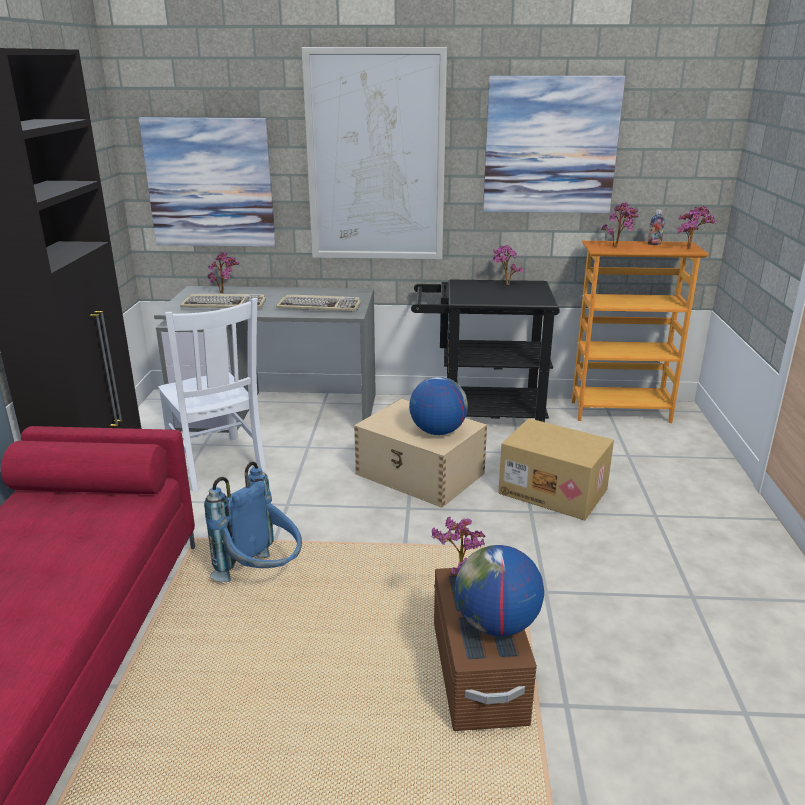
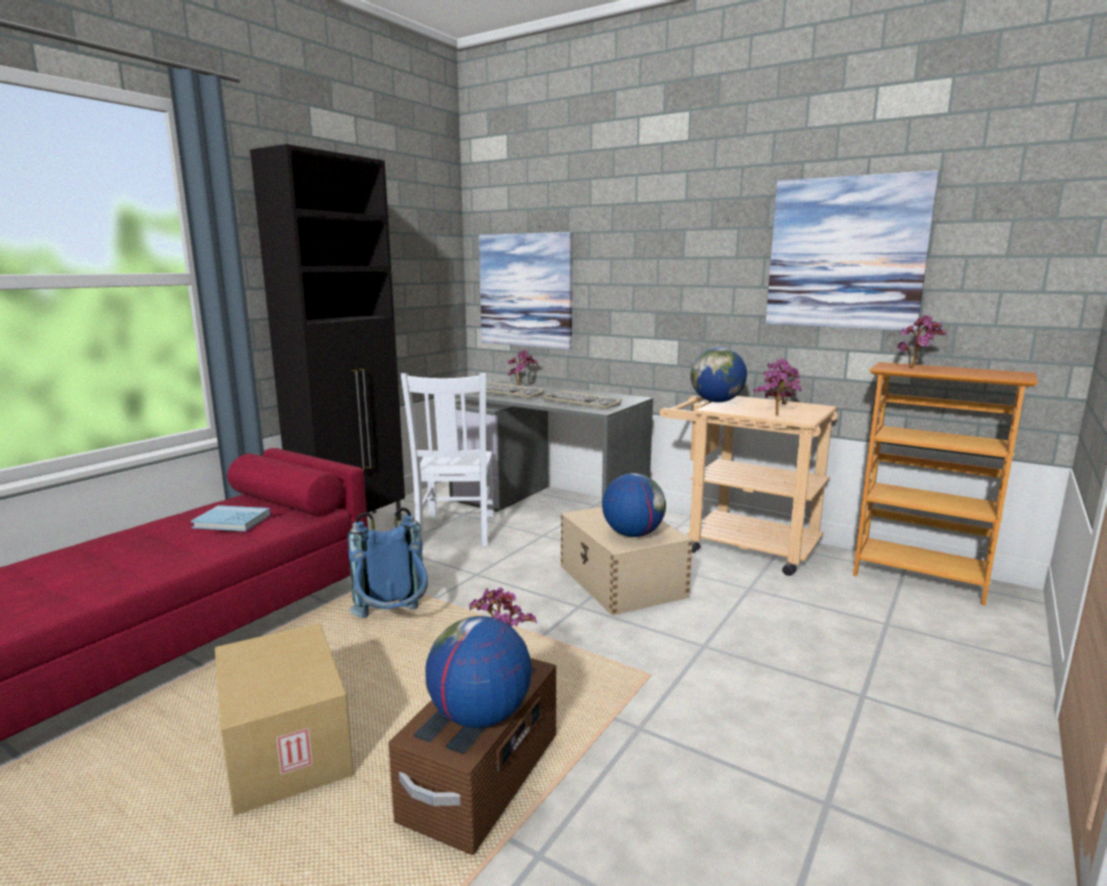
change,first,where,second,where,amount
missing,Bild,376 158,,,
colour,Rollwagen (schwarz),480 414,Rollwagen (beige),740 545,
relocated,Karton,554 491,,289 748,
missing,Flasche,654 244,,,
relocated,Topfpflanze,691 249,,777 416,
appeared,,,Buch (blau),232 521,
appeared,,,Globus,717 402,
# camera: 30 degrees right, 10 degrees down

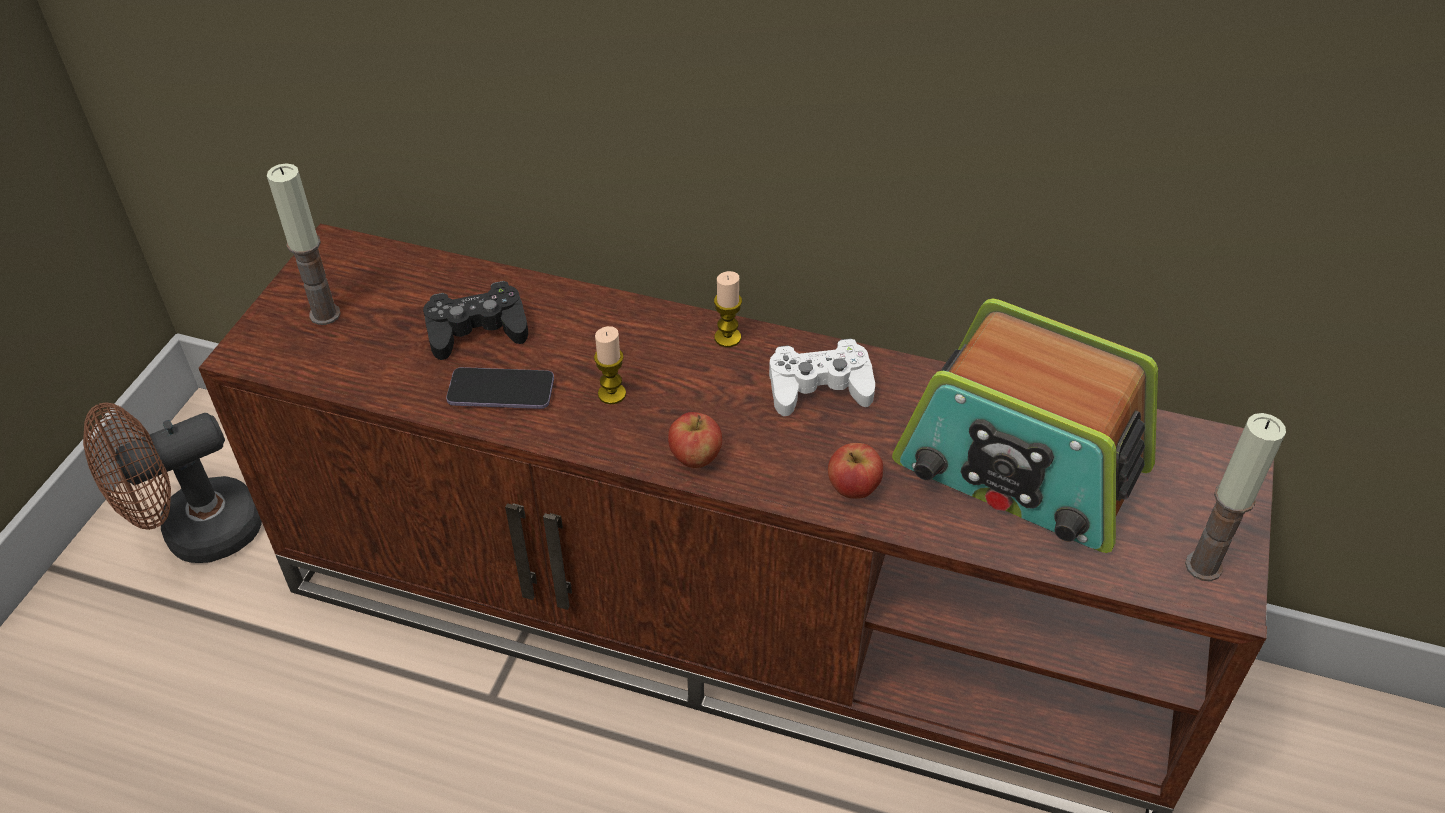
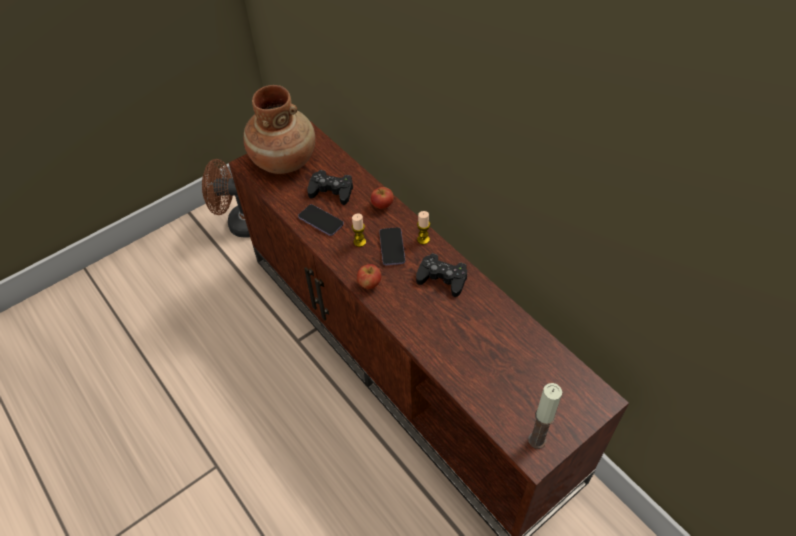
change,first,where,second,where,amount
exchanged,Kerze,325 314,Vase (braun),284 160,
colour,Gamepad (weiß),819 387,Gamepad (schwarz),442 278,
relocated,Apfel,853 488,,382 205,
missing,Radio,1020 468,,,
appeared,,,Handy,392 247,
# camera: 35 degrees right, 5 degrees up

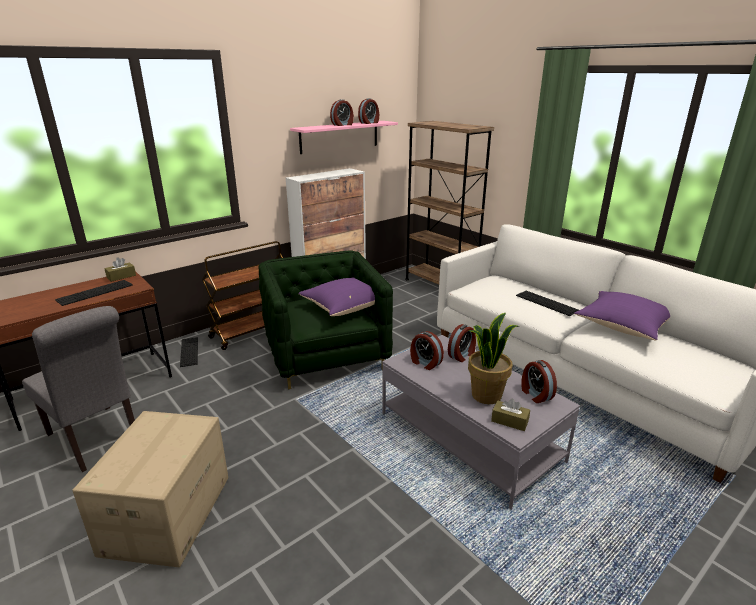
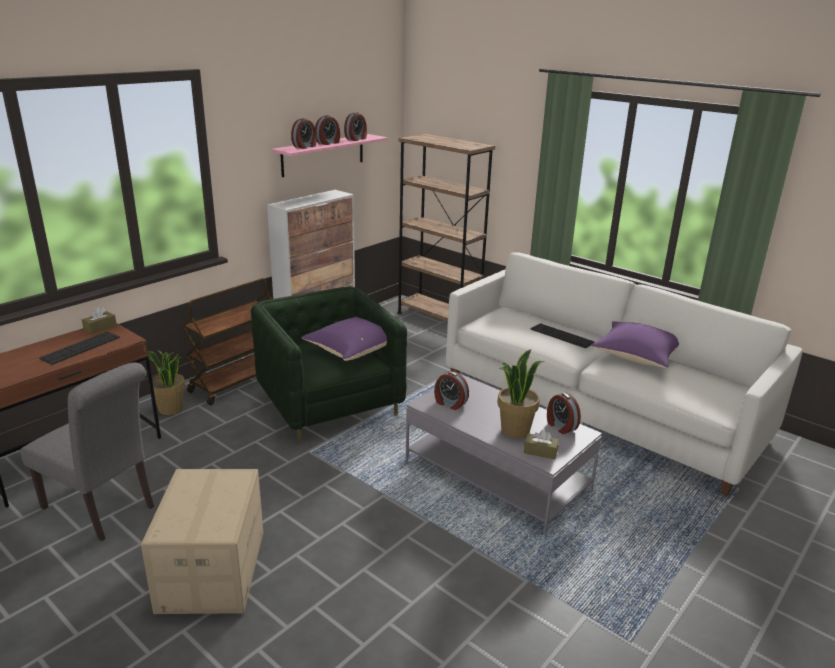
change,first,where,second,where,amount
exchanged,Tastatur,189 351,Topfpflanze,170 409,
relocated,Wecker,462 355,,305 146,
# camera: 10 degrees left, 0 degrees up

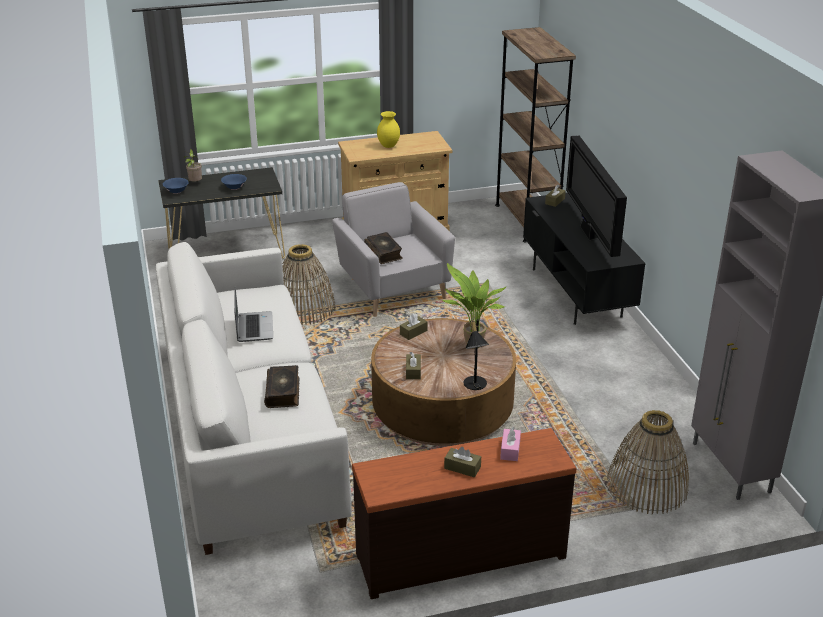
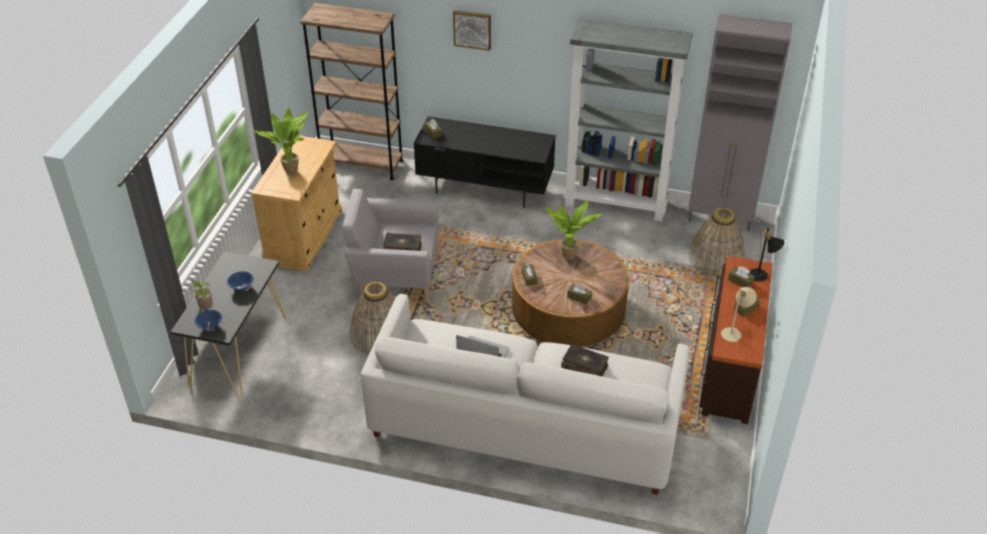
change,first,where,second,where,amount
exchanged,Vase (gelb),388 146,Topfpflanze,291 169,
relocated,Tischlampe (schwarz),475 386,,761 276,
colour,Taschentuchbox (rosa),510 450,Taschentuchbox (braun),740 281,
missing,Fernseher,589 234,,,
appeared,,,Bild,472 29,
appeared,,,Bücherregal (grau),616 203,
appeared,,,Tischlampe (beige),734 333,
# camera: 60 degrees left, 10 degrees up

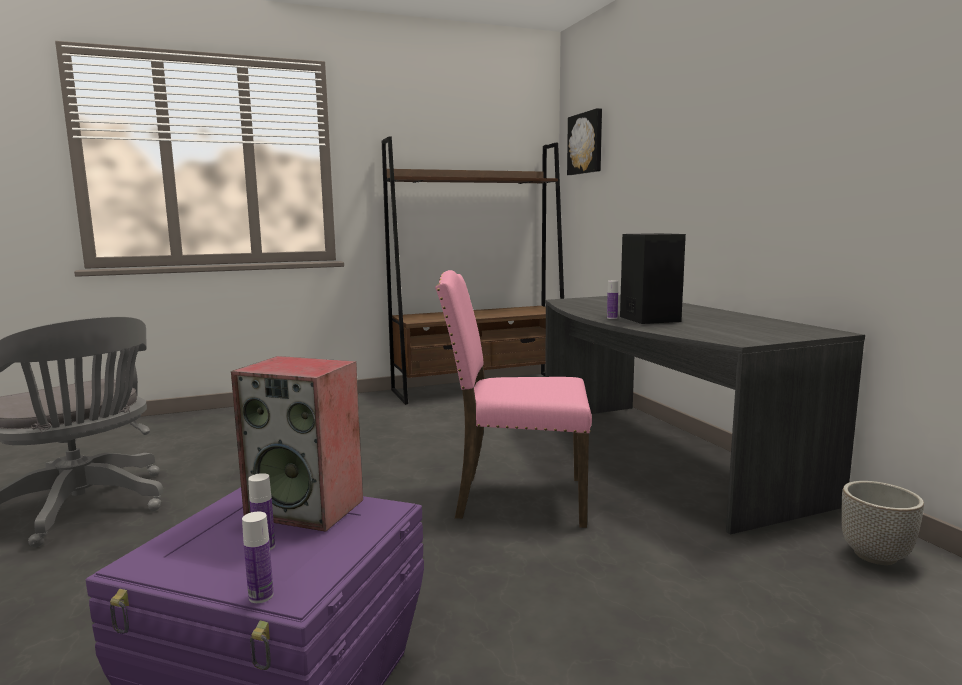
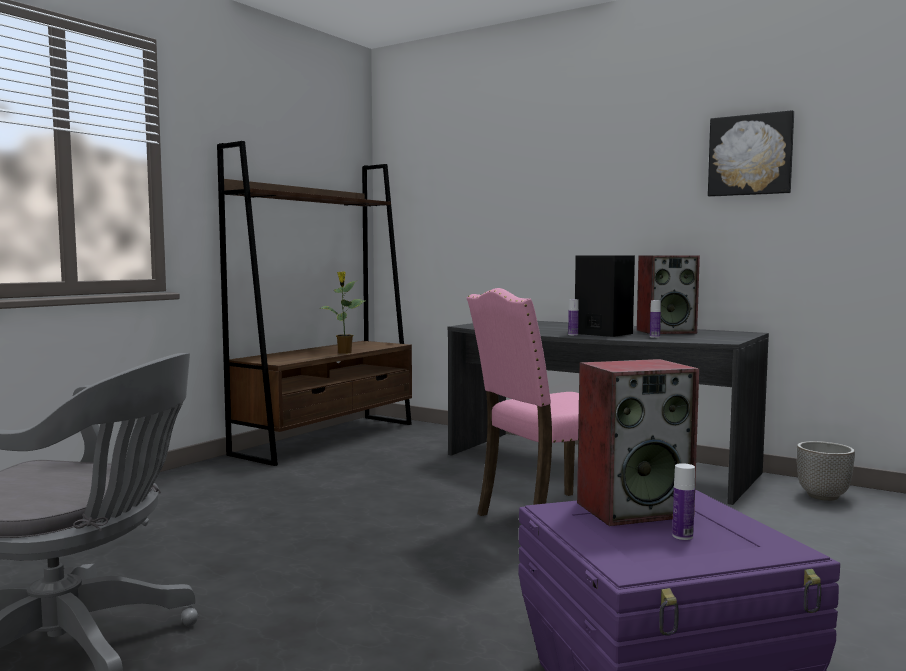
change,first,where,second,where,amount
relocated,Flasche,261 596,,654 337,
relocated,Bild,586 143,,750 155,
appeared,,,Topfpflanze,344 352,
appeared,,,Lautsprecher,666 331,
# camera: 35 degrees left, 5 degrees down

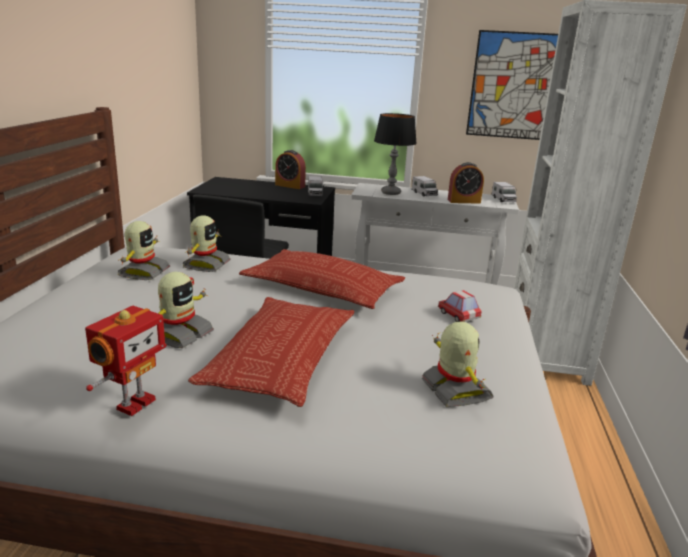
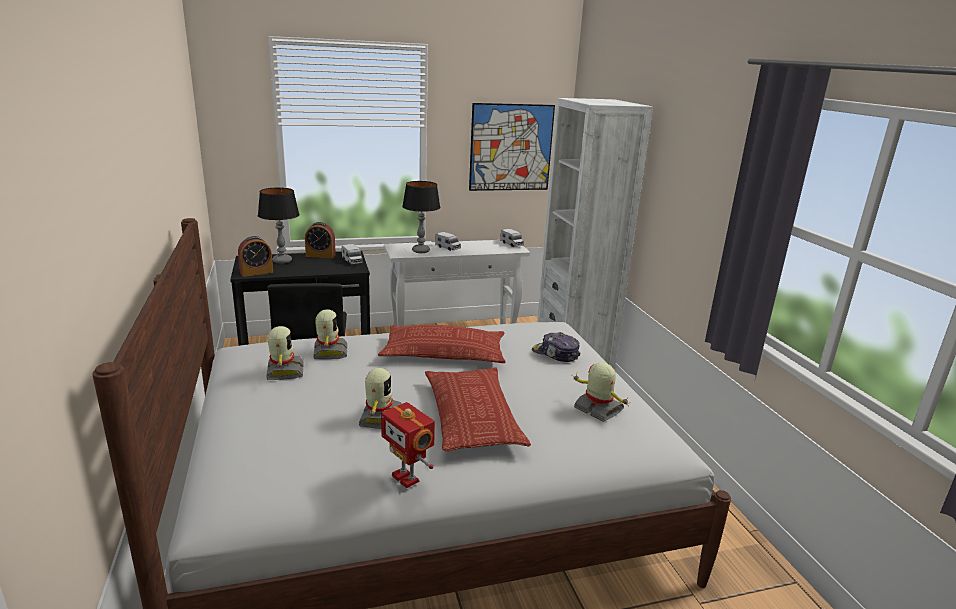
change,first,where,second,where,amount
spun,Spielzeugroboter,134 403,,407 478,135 degrees clockwise
exchanged,Spielzeugauto,458 316,Kappe,555 354,
relocated,Wecker,464 201,,256 272,
appeared,,,Tischlampe,282 261,
# camera: 25 degrees left, 0 degrees up

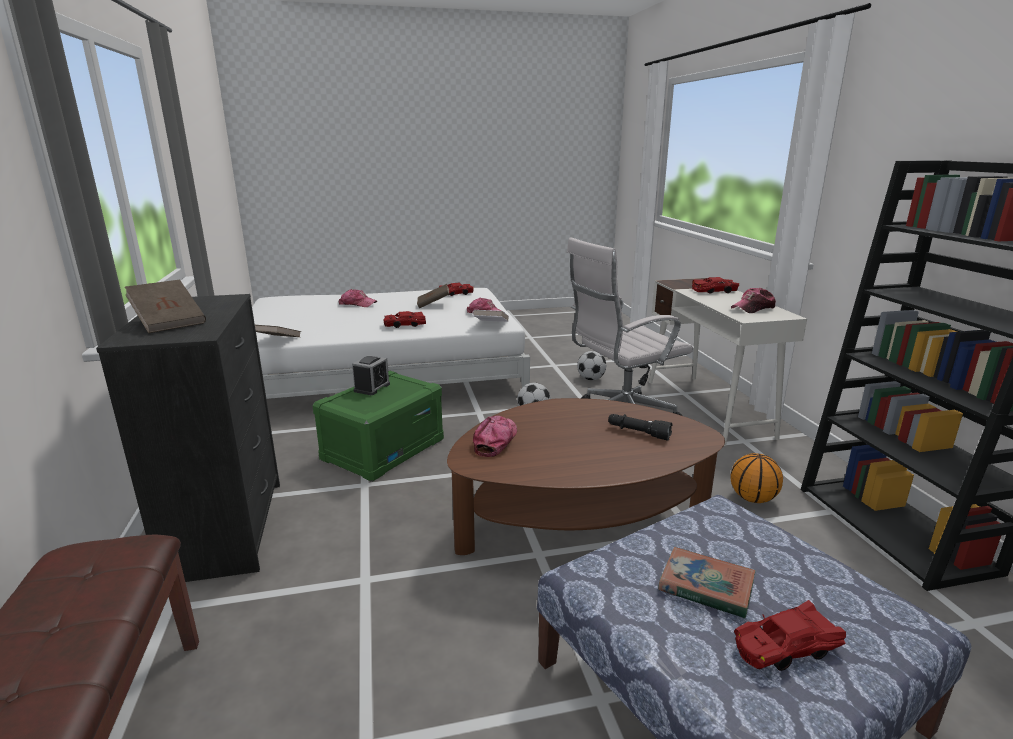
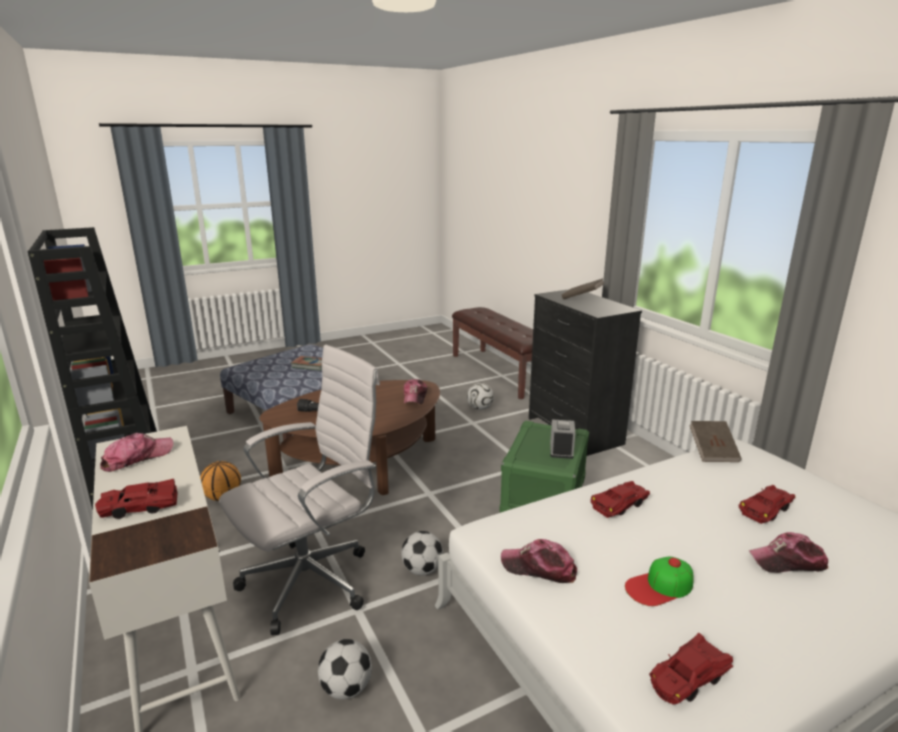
change,first,where,second,where,amount
exchanged,Buch (braun),433 304,Kappe,659 586,
missing,Buch (weiß),491 325,,,
relocated,Spielzeugauto (rot),784 646,,767 510,
appeared,,,Fußball,480 408,
# camera: 165 degrees right, 0 degrees up

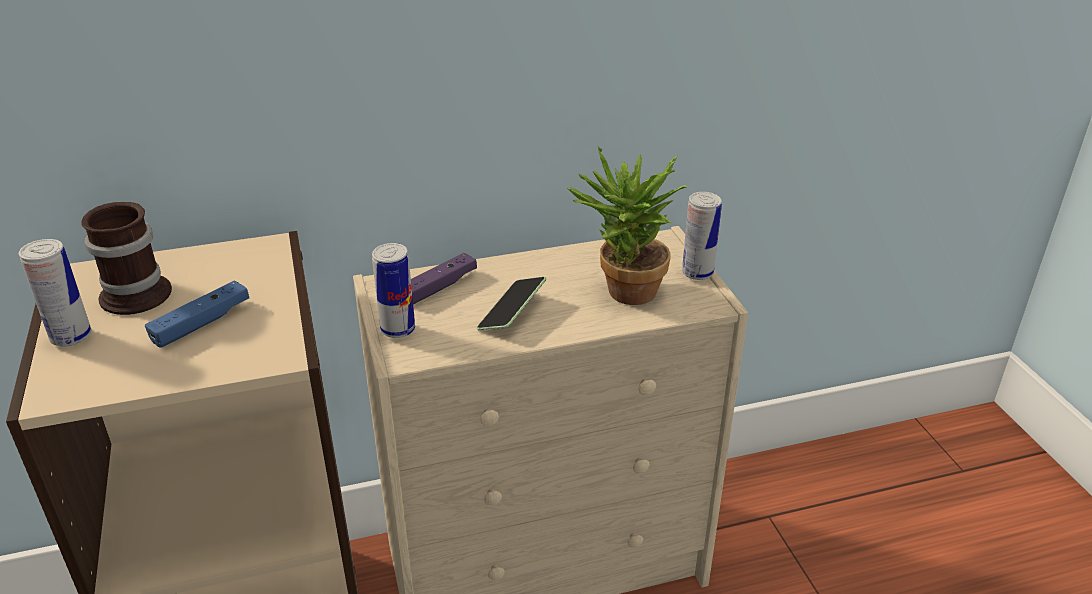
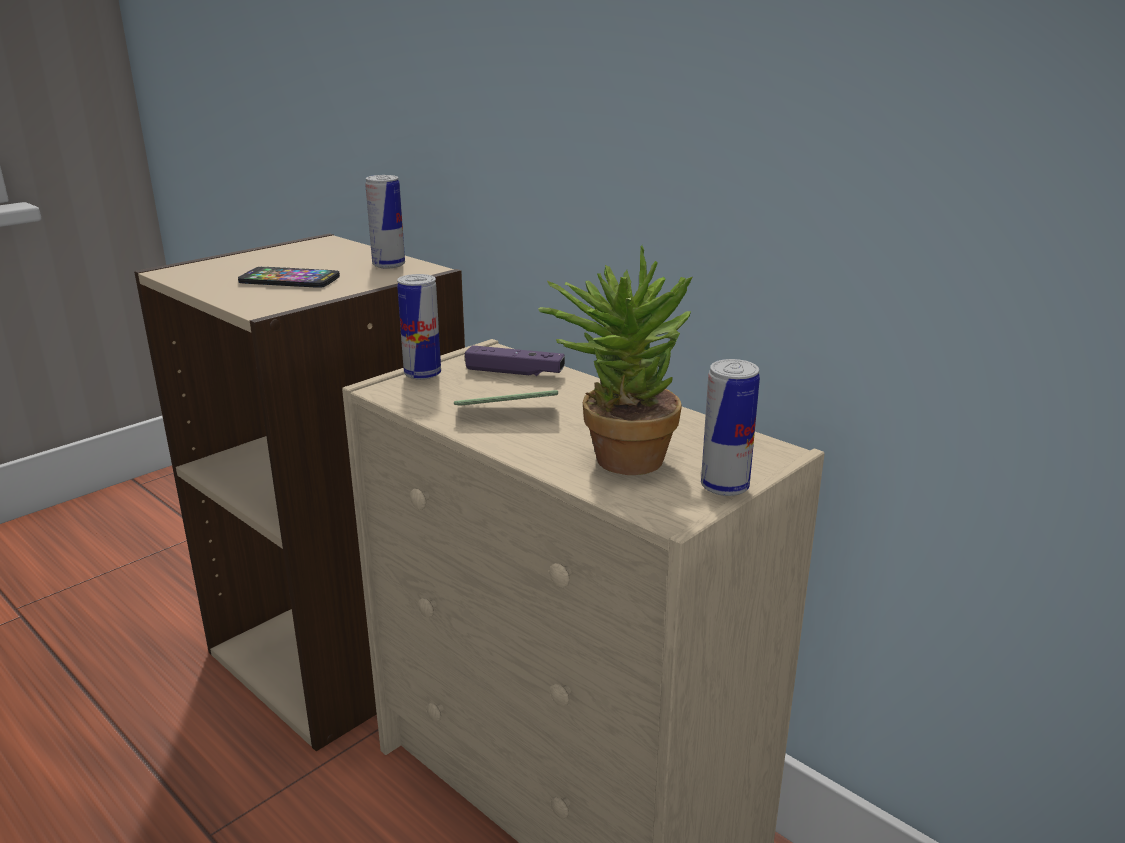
change,first,where,second,where,amount
relocated,Dose,71 337,,388 265,
missing,Henkelbecher,137 290,,,
exchanged,Gamepad (blau),201 323,Handy,289 280,
# camera: 60 degrees right, 10 degrees down

